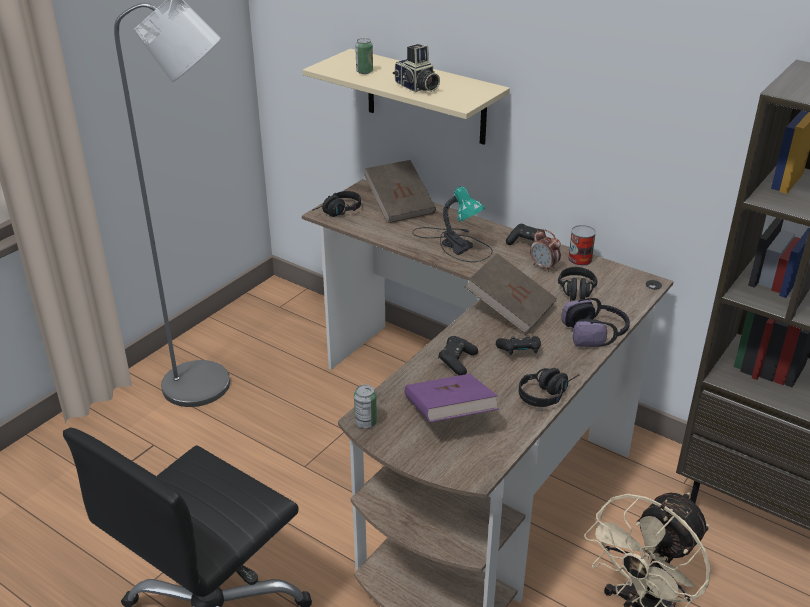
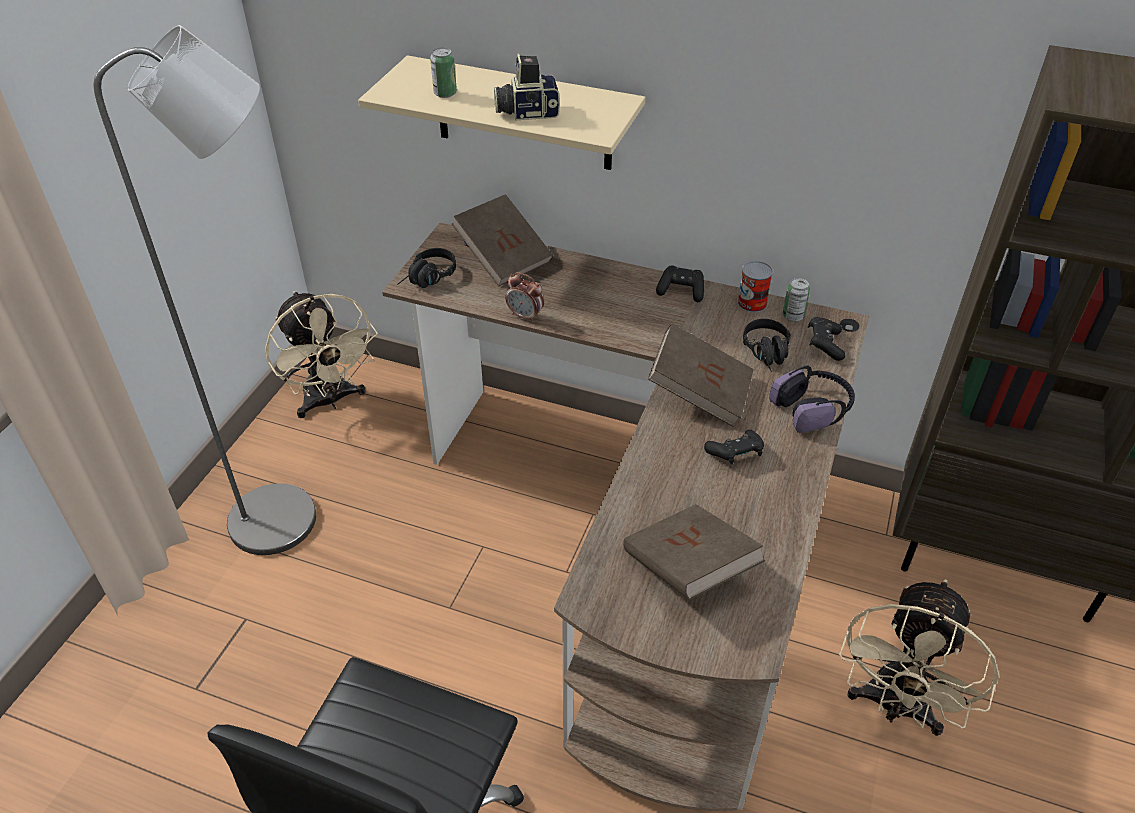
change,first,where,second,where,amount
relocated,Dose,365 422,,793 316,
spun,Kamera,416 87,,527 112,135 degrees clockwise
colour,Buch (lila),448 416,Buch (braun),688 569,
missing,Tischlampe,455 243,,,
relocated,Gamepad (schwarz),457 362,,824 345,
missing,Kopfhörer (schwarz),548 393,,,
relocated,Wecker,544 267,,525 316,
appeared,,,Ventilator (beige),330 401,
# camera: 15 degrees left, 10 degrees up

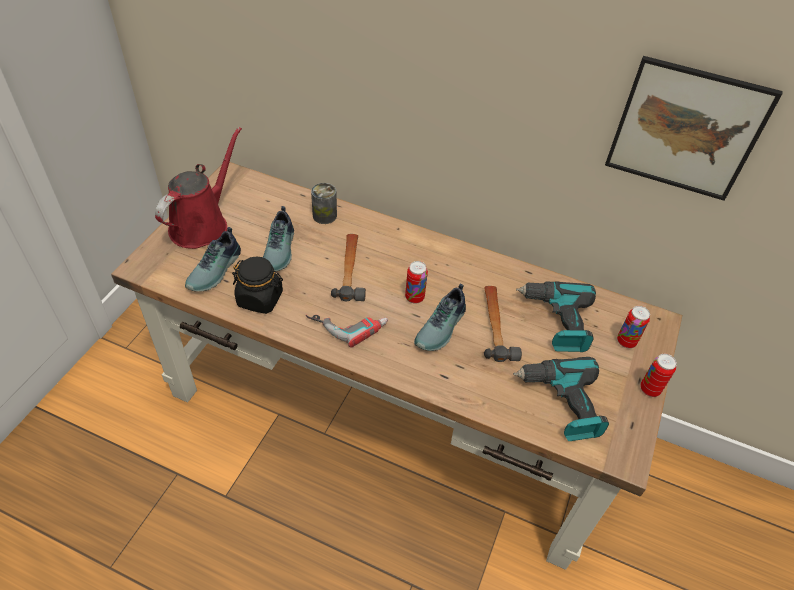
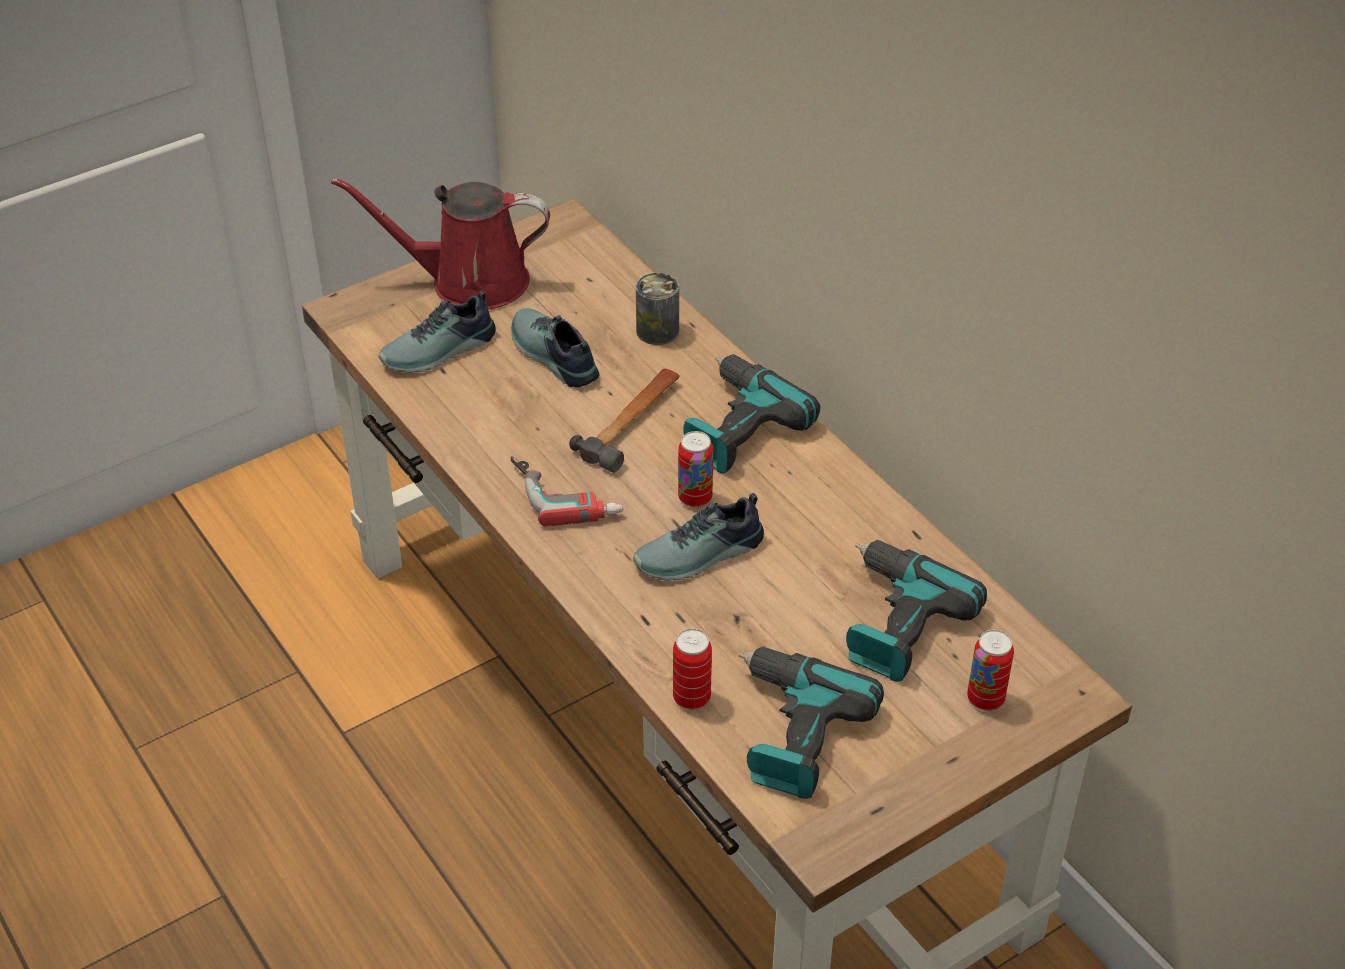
change,first,where,second,where,amount
spun,Gießkanne (rot),202 224,,469 281,150 degrees counterclockwise
missing,Vorratsglas (schwarz),260 299,,,
spun,Schuh,280 250,,552 357,105 degrees clockwise
missing,Hammer,496 325,,,
missing,Bild,686 129,,,
relocated,Dose,650 389,,691 698,
appeared,,,Bohrmaschine,735 426,
# camera: 35 degrees right, 5 degrees down

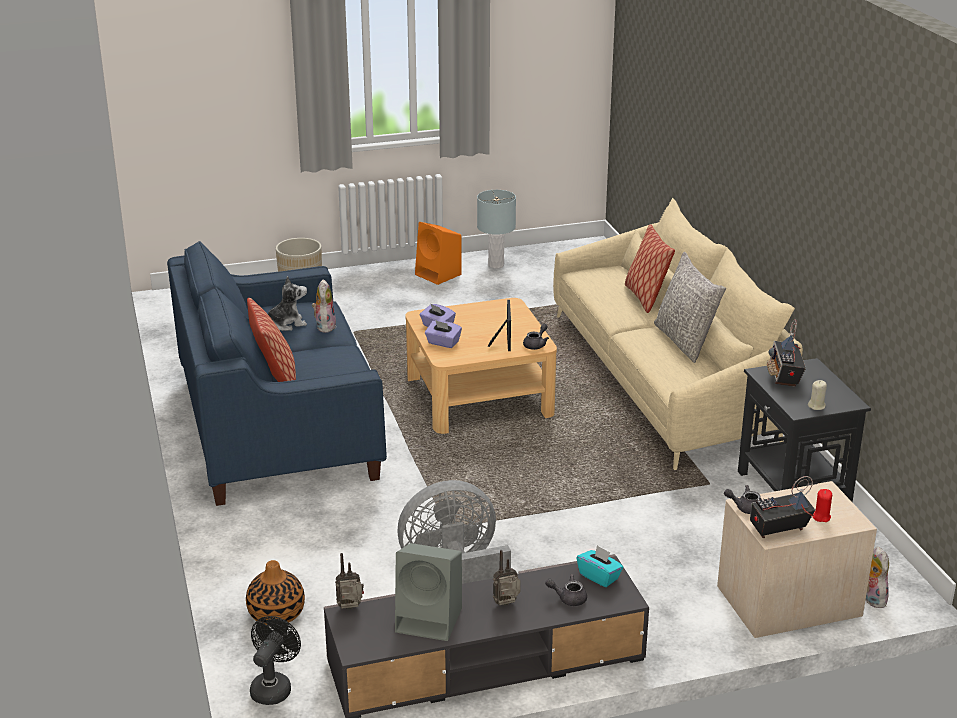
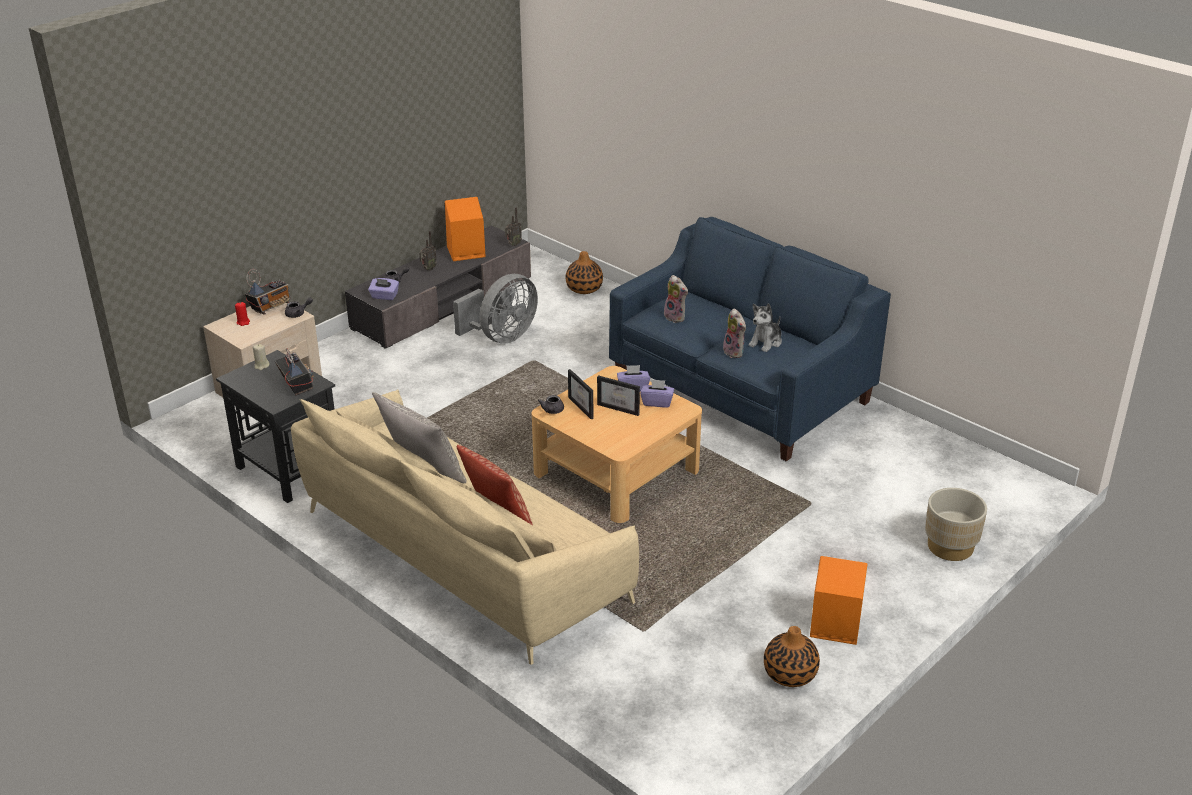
change,first,where,second,where,amount
missing,Kissen,275 378,,,
missing,Ventilator (schwarz),273 687,,,
colour,Lautsprecher (grau),431 620,Lautsprecher (orange),465 252,
exchanged,Tischlampe (grau),496 265,Vase,790 674,
colour,Taschentuchbox (türkis),599 576,Taschentuchbox (lila),384 296,
relocated,Plüschtier,871 598,,676 317,
appeared,,,Bilderrahmen,621 407,
# camera: 150 degrees right, 5 degrees up

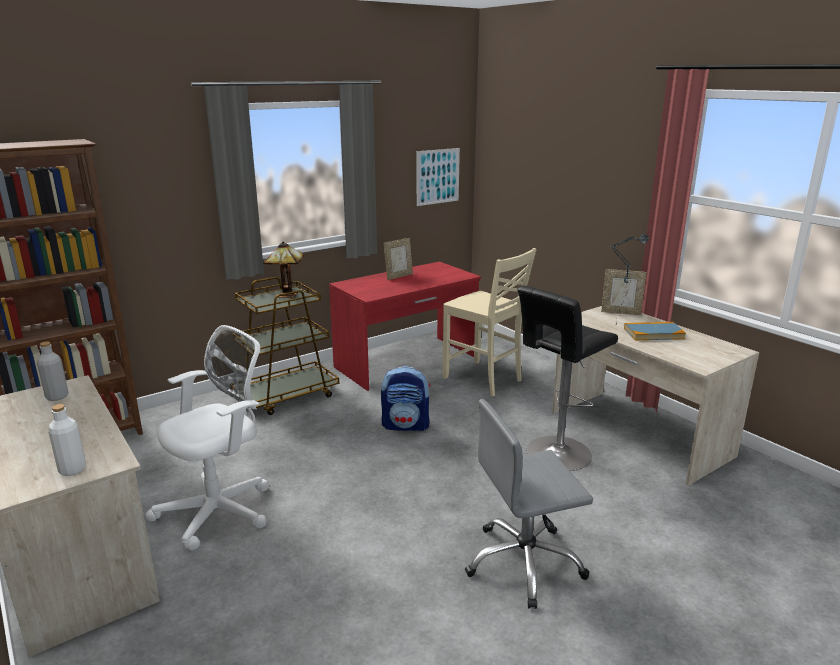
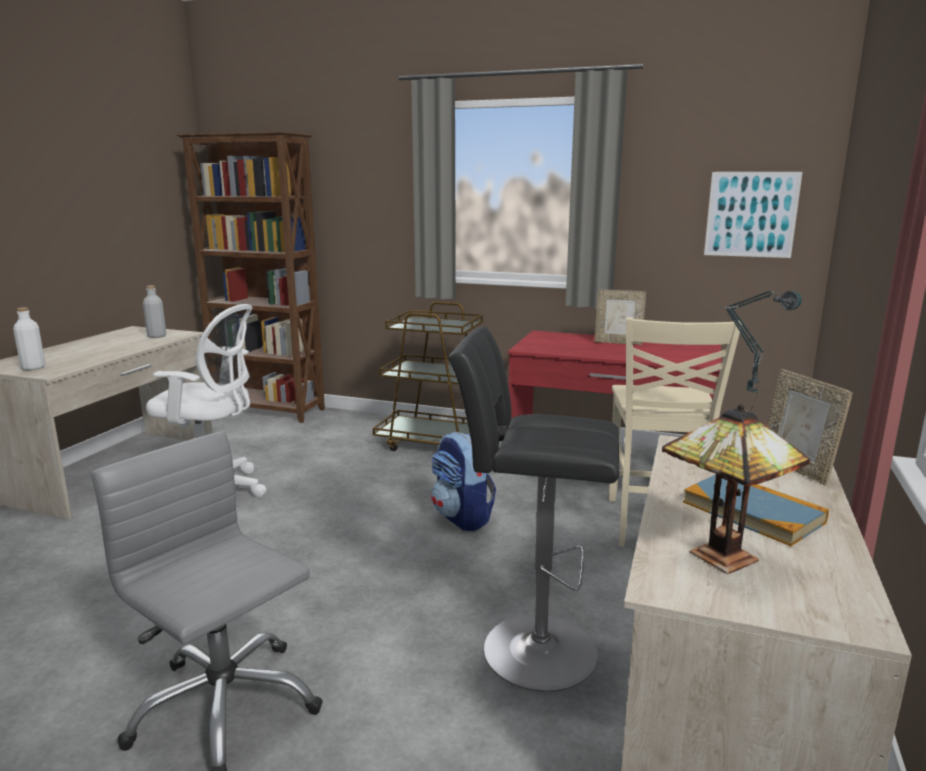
change,first,where,second,where,amount
relocated,Tischlampe,286 295,,718 556,
# camera: 55 degrees right, 5 degrees down

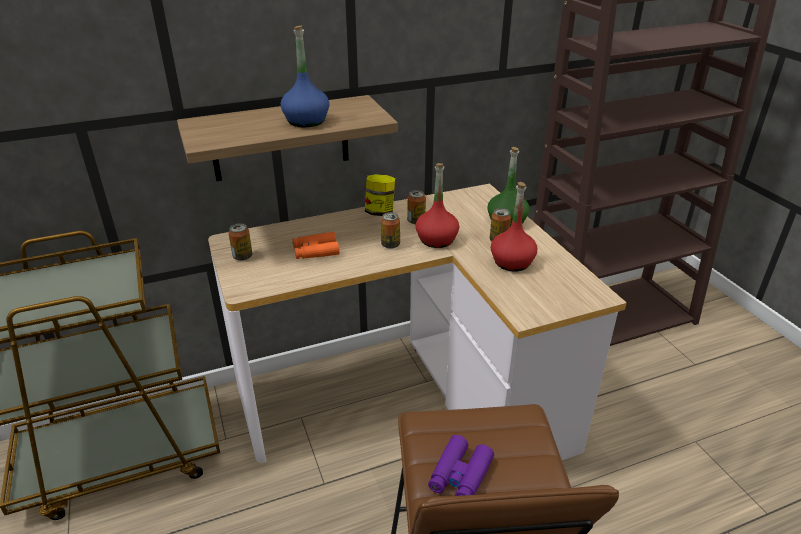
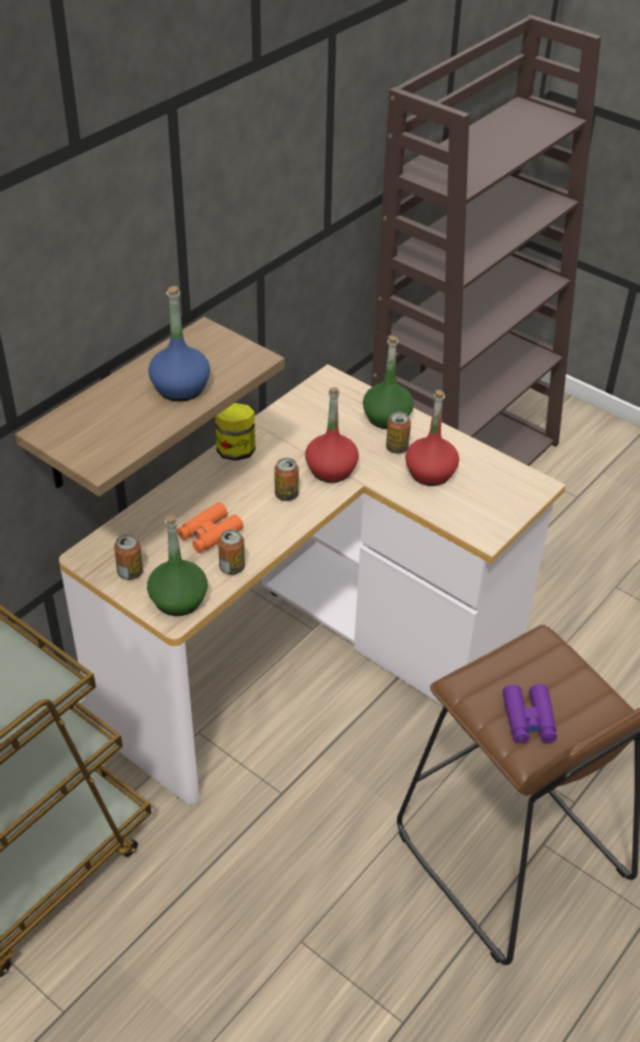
change,first,where,second,where,amount
relocated,Dose,416 221,,232 567,
appeared,,,Flasche (grün),178 600,
# camera: 30 degrees left, 10 degrees up

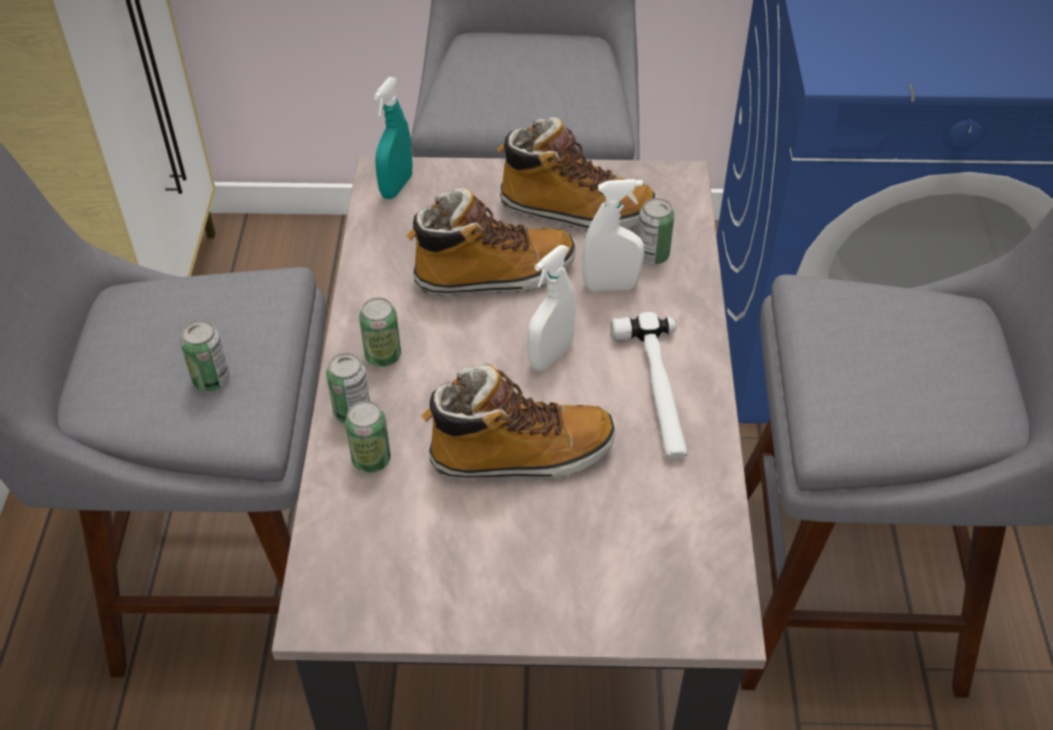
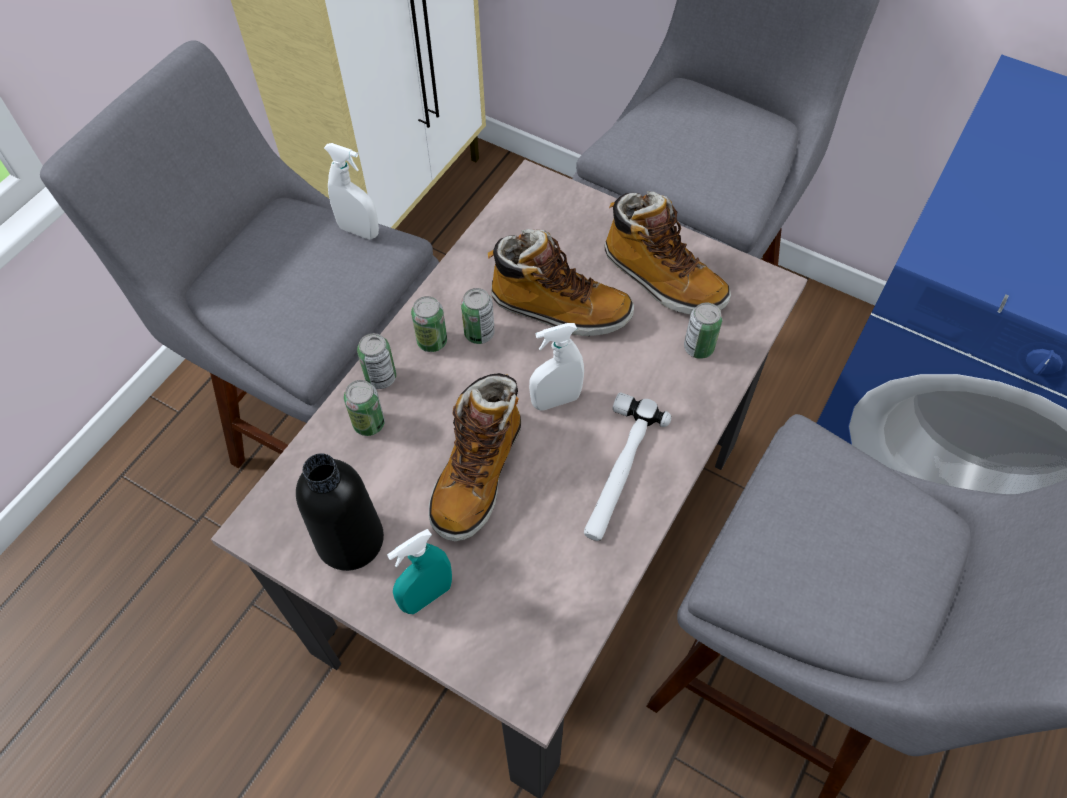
change,first,where,second,where,amount
relocated,Dose,211 379,,479 333,
relocated,Sprühflasche (türkis),396 186,,427 596,
spun,Stiefel,521 455,,477 474,90 degrees clockwise
relocated,Sprühflasche (weiß),611 286,,359 231,
appeared,,,Flasche (schwarz),350 540,
# camera: 30 degrees right, 10 degrees up

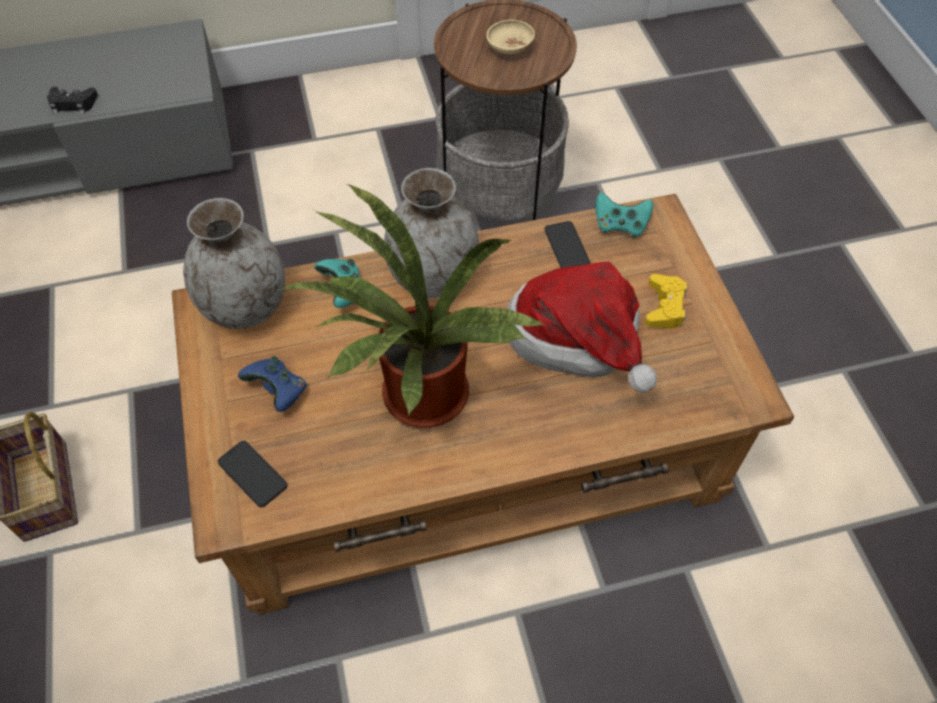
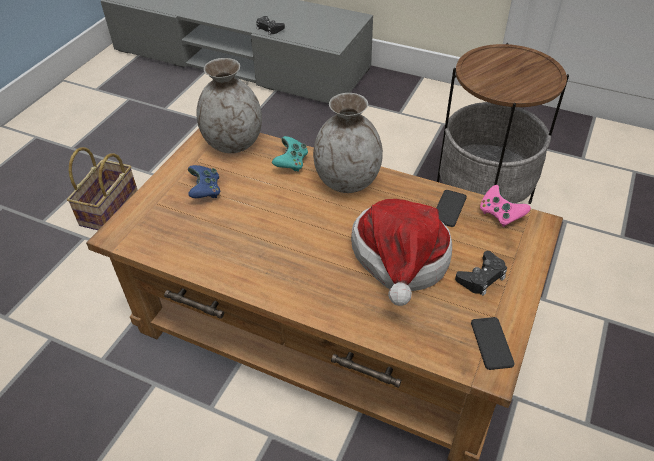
change,first,where,second,where,amount
relocated,Handy,252 474,,491 343,
missing,Topfpflanze,420 401,,,
missing,Schüssel (beige),509 49,,,
colour,Gamepad (türkis),620 225,Gamepad (rosa),500 214,
colour,Gamepad (gelb),665 306,Gamepad (schwarz),481 277,
# camera: 40 degrees right, 10 degrees down

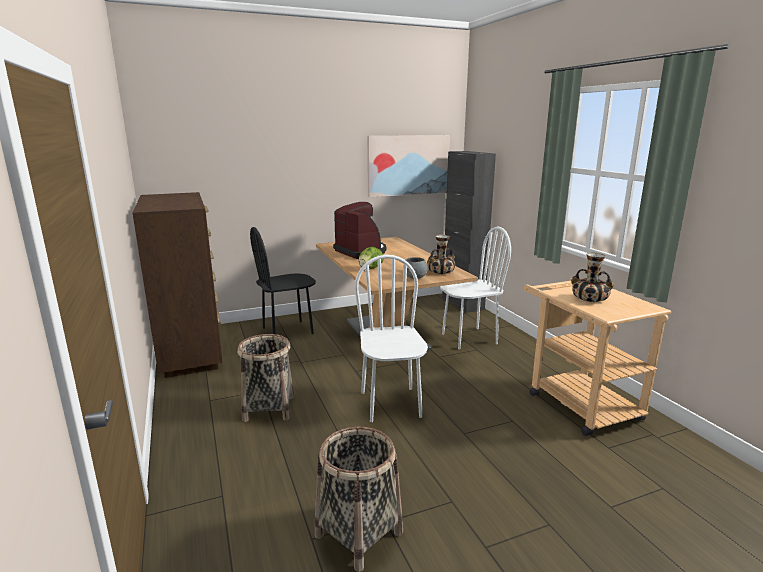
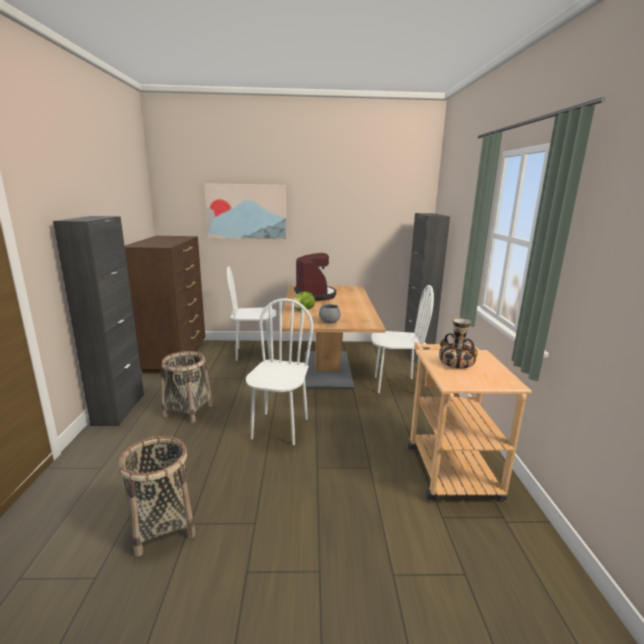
change,first,where,second,where,amount
colour,Stuhl (schwarz),287 331,Stuhl (weiß),253 353,
relocated,Bild,408 165,,246 211,
missing,Vase,441 272,,,
appeared,,,Schrank (schwarz),119 409,
# camera: 20 degrees right, 0 degrees up

